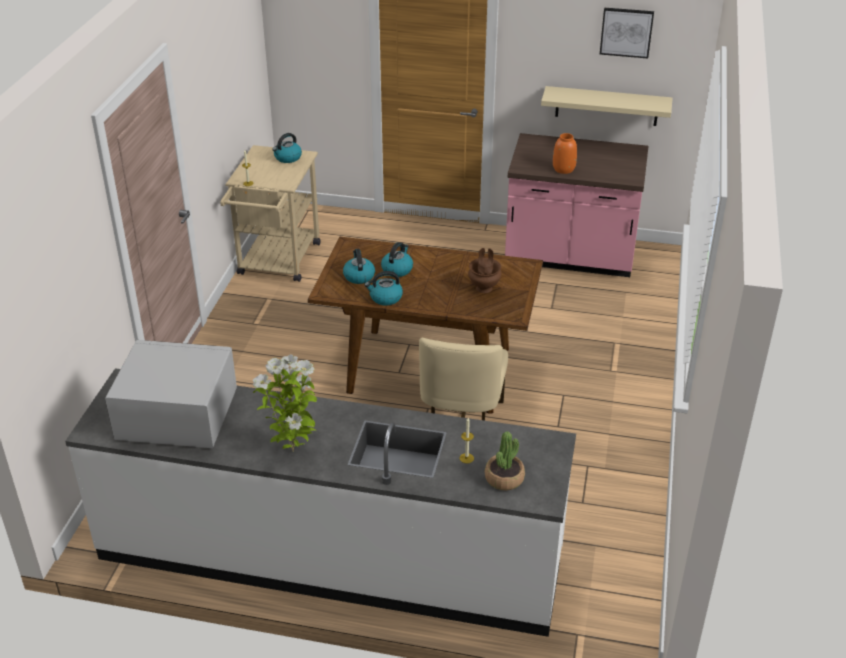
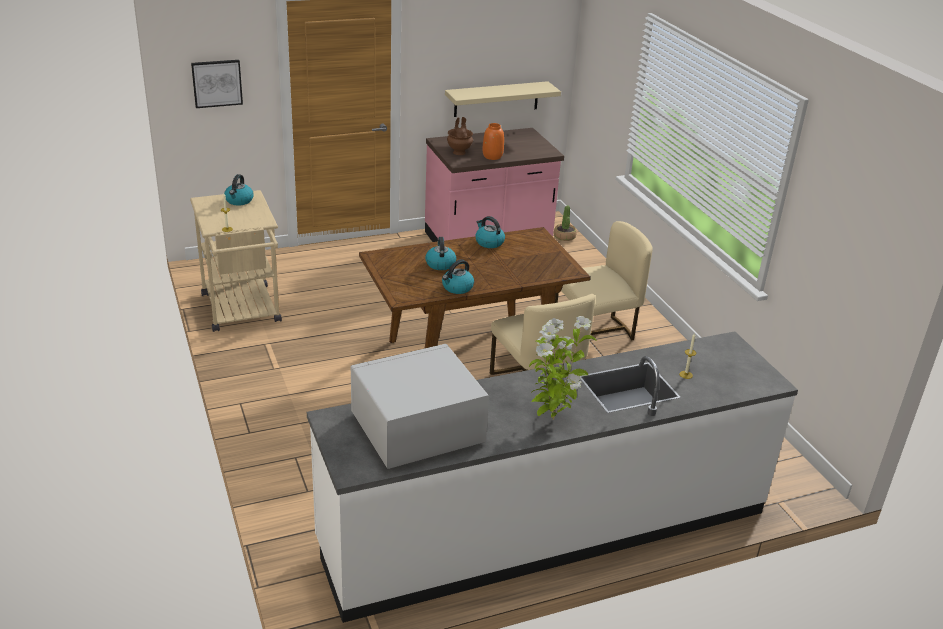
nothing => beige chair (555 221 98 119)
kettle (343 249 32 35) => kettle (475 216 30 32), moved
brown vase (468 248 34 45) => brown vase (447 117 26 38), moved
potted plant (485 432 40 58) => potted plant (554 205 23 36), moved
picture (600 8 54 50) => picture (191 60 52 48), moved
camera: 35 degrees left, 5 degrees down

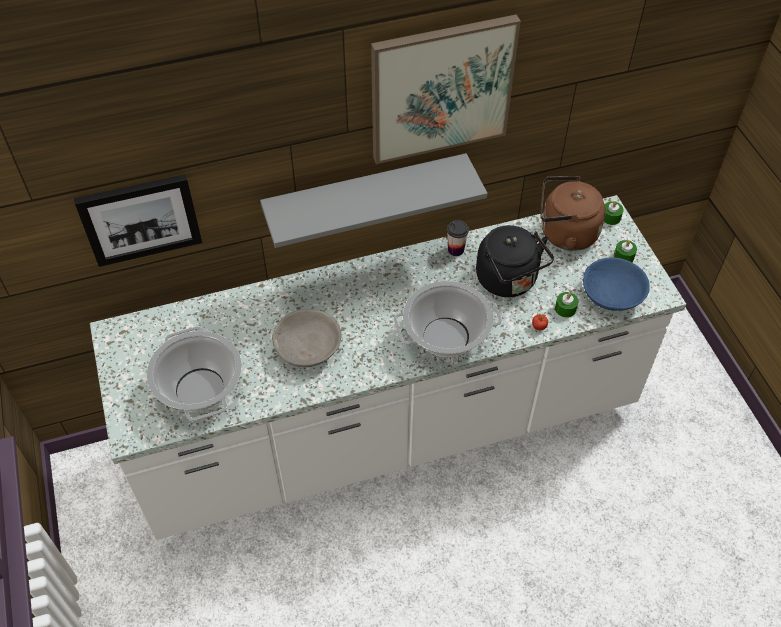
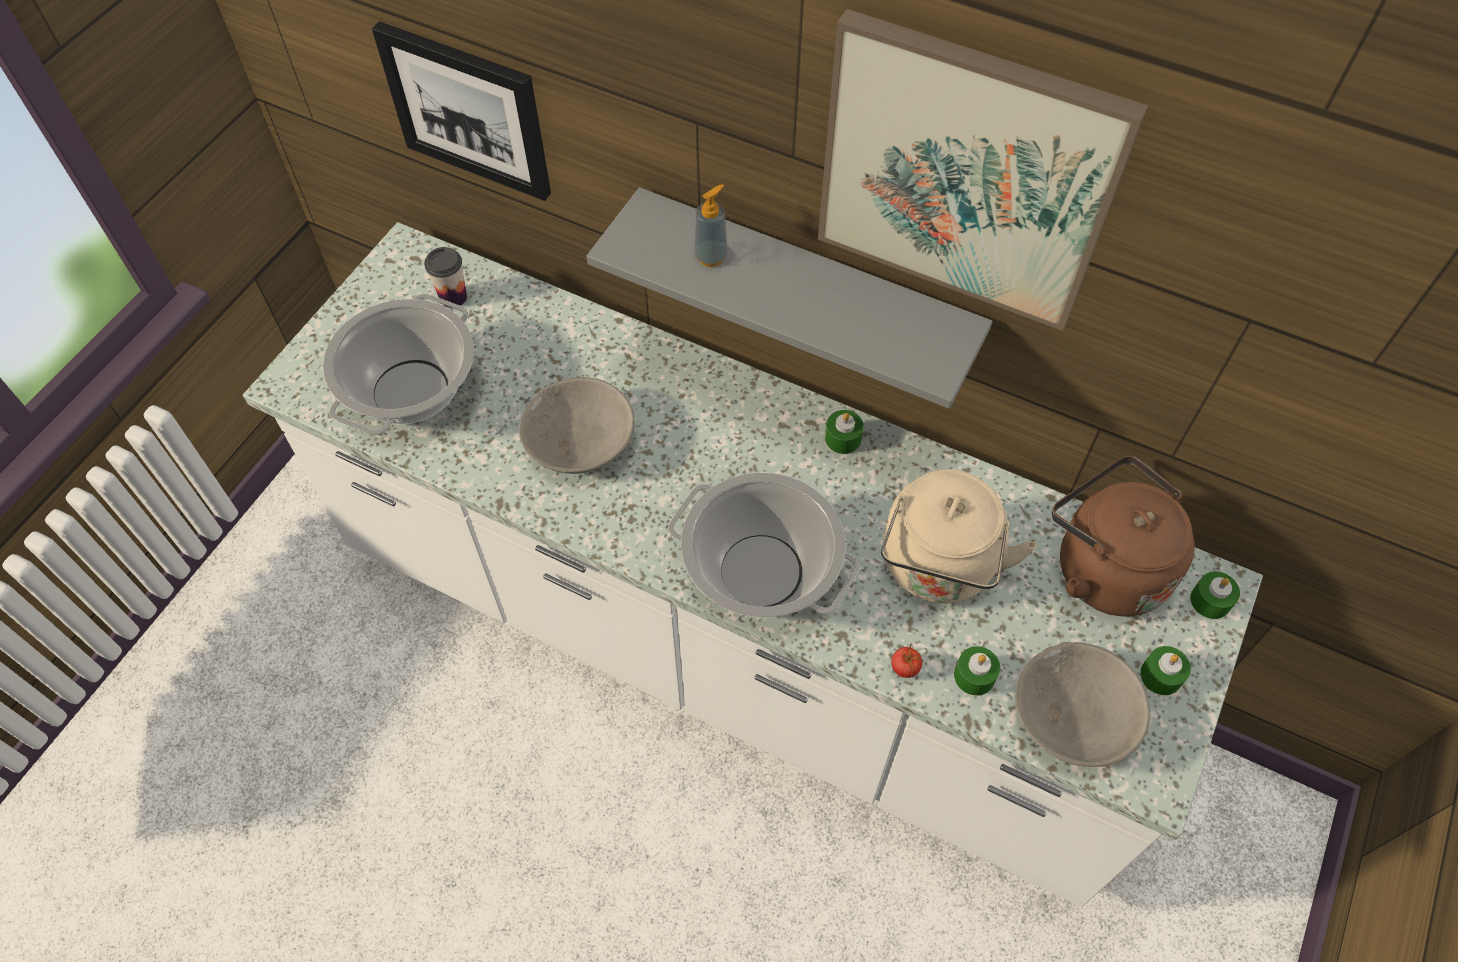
nothing => soap dispenser (694 184 34 83)
nothing => green candle (825 410 39 44)
cup (447 220 22 36) => cup (424 247 43 61), moved
black kettle (476 225 78 72) => beige kettle (881 470 156 134)
blue bowl (583 257 67 54) => grey bowl (1015 642 135 125)
camera: 45 degrees right, 5 degrees up

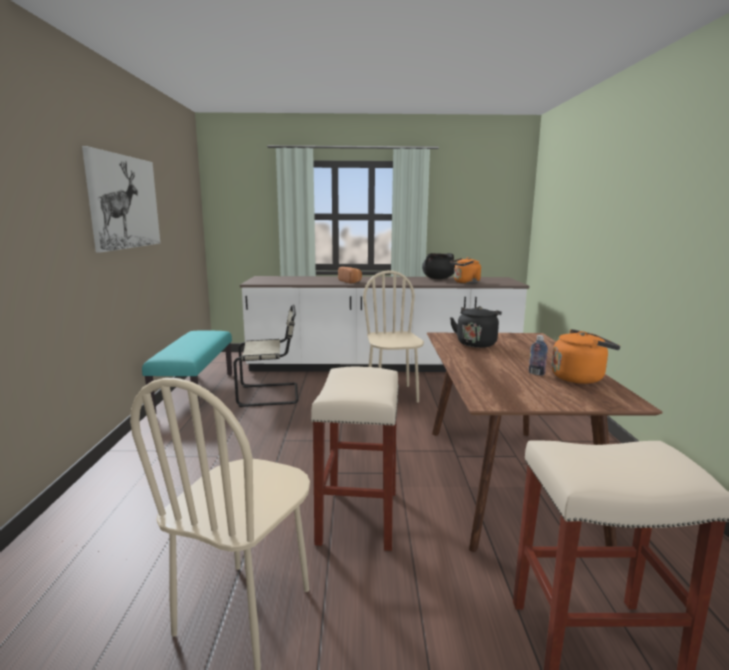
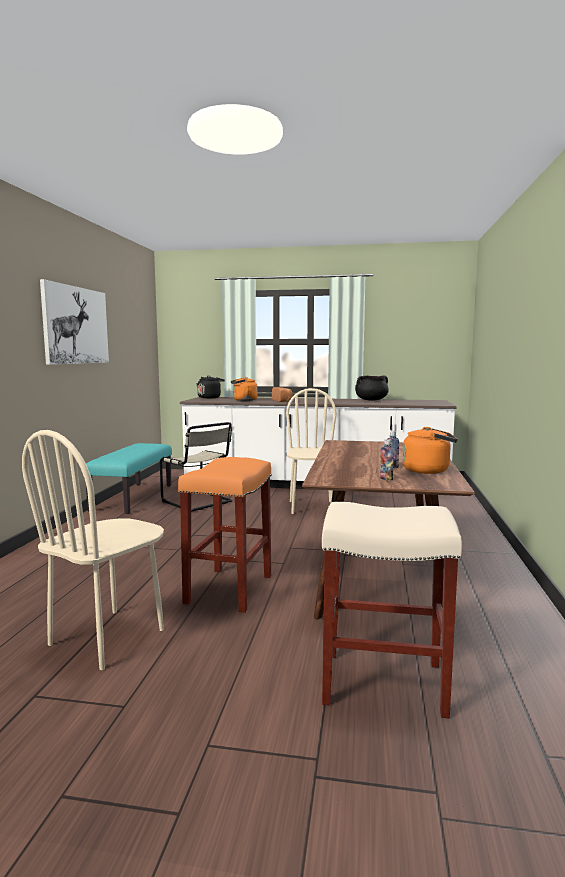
nothing => bottle (380 440 14 41)
orange kettle (450 257 31 27) => orange kettle (231 377 27 24), moved
black kettle (450 306 52 42) => black kettle (196 376 29 23), moved
beige stool (310 367 89 184) => orange stool (178 457 94 156)
beige chair (233 305 65 102) => beige chair (160 422 72 89), 45 degrees clockwise
camera: 10 degrees right, 5 degrees down

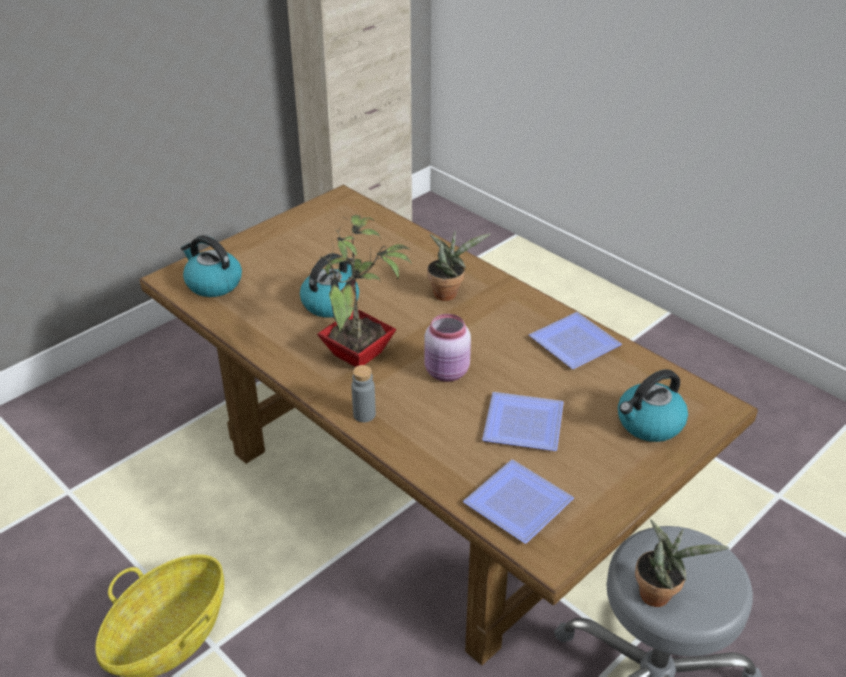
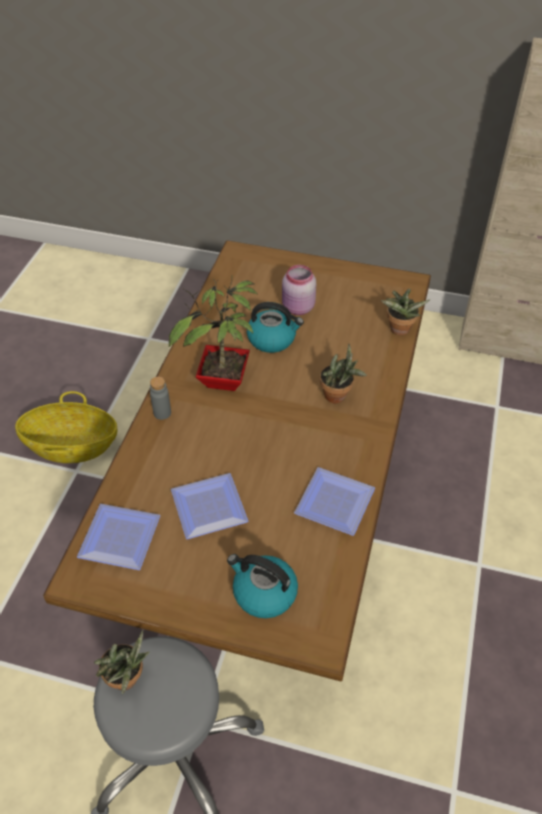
kettle (181 235 61 62) => nothing
nothing => potted plant (381 289 49 46)
pink jar (424 314 47 68) => pink jar (282 265 34 50), moved
camera: 60 degrees right, 10 degrees up

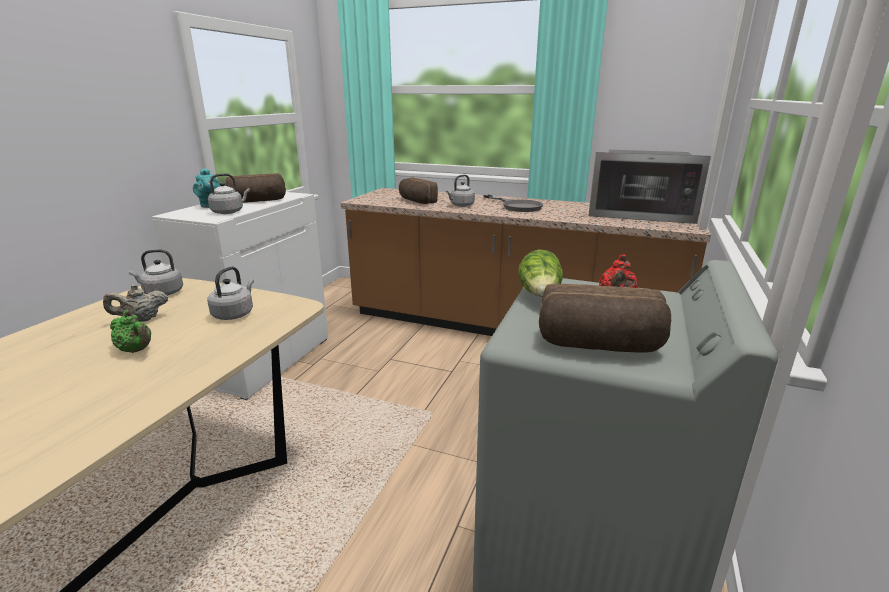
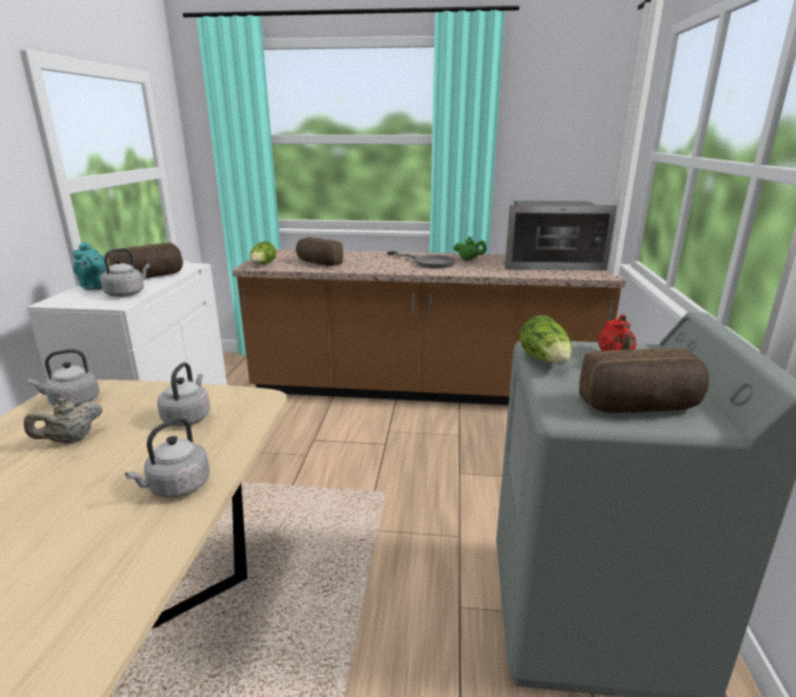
nothing => lettuce (250 241 27 23)
green teapot (110 310 41 43) => green teapot (454 236 32 24), moved
grey kettle (446 175 29 32) => grey kettle (125 417 85 81), moved
camera: 15 degrees left, 0 degrees up

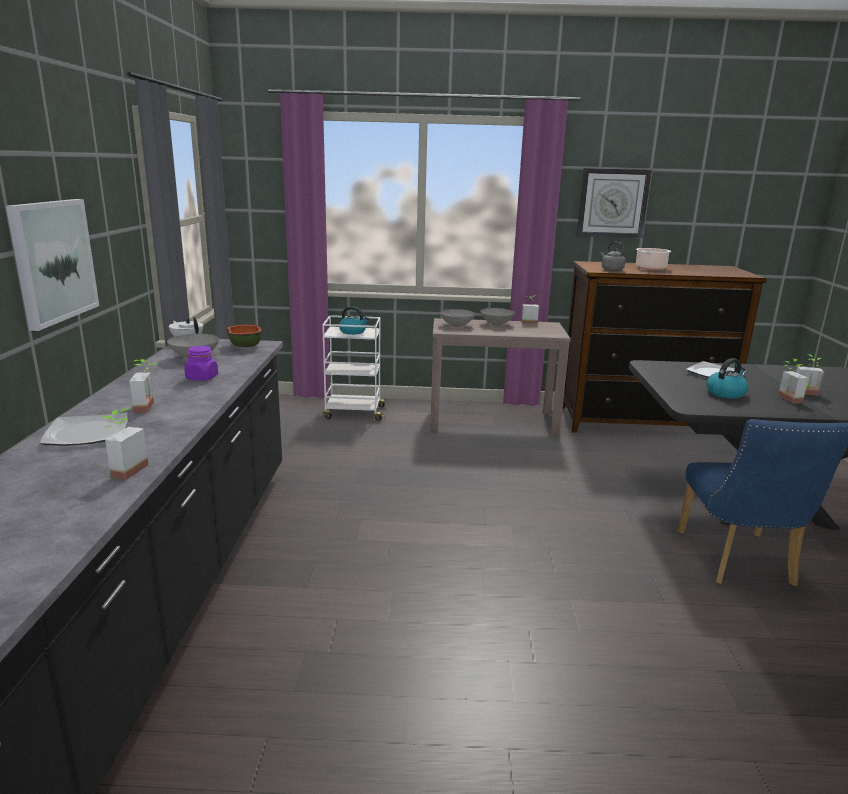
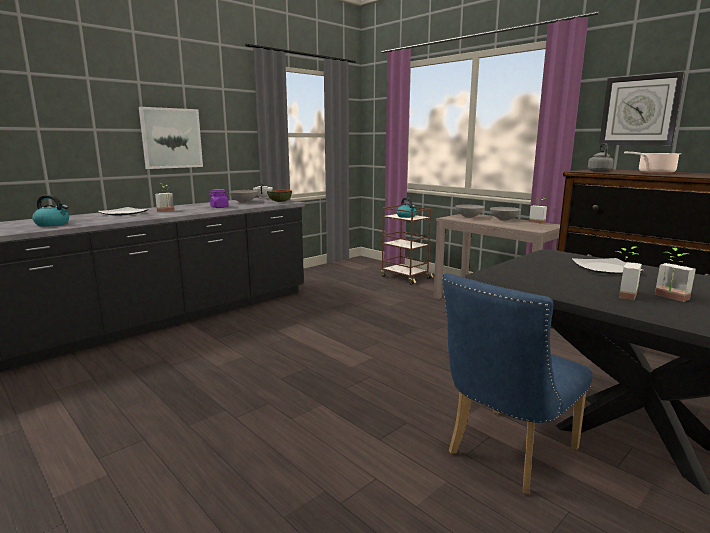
potted plant (103 408 45 72) => nothing
kettle (706 358 42 41) => kettle (32 195 37 32), moved
white cart (322 315 66 106) => brown cart (381 205 52 80)
camera: 45 degrees right, 5 degrees down

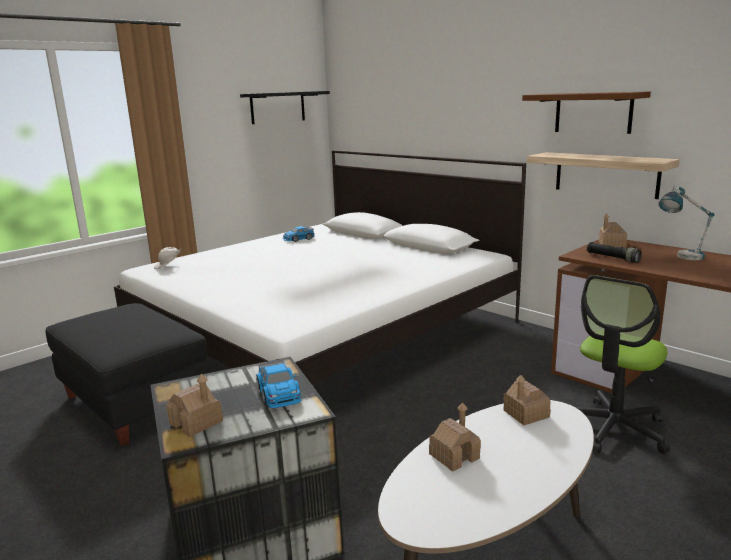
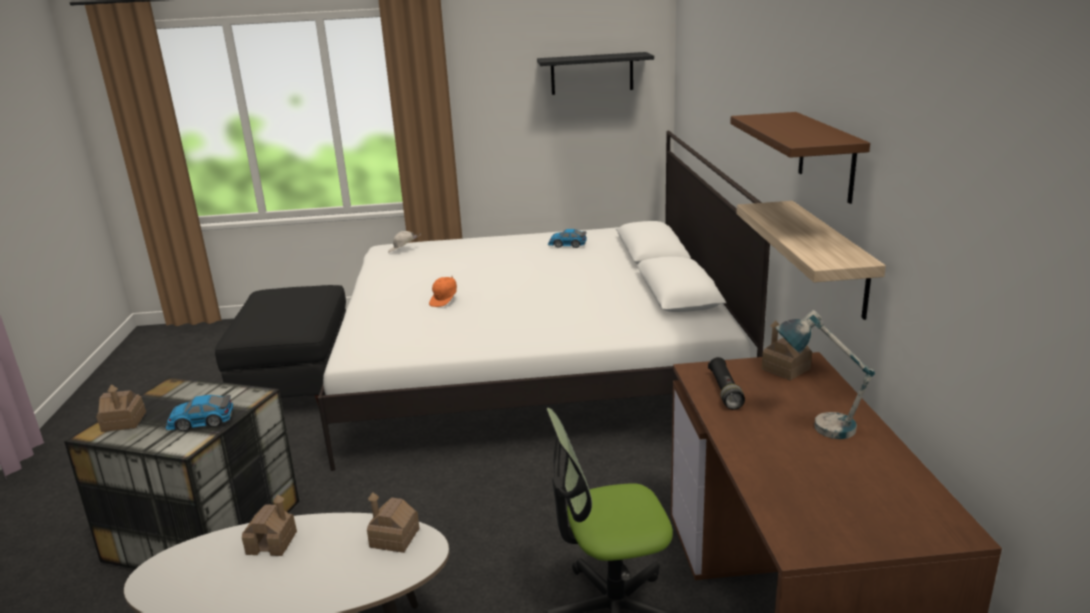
nothing => orange cap (429 277 28 30)
toy car (256 360 45 48) => toy car (166 395 67 36), 60 degrees clockwise
camera: 40 degrees right, 5 degrees up

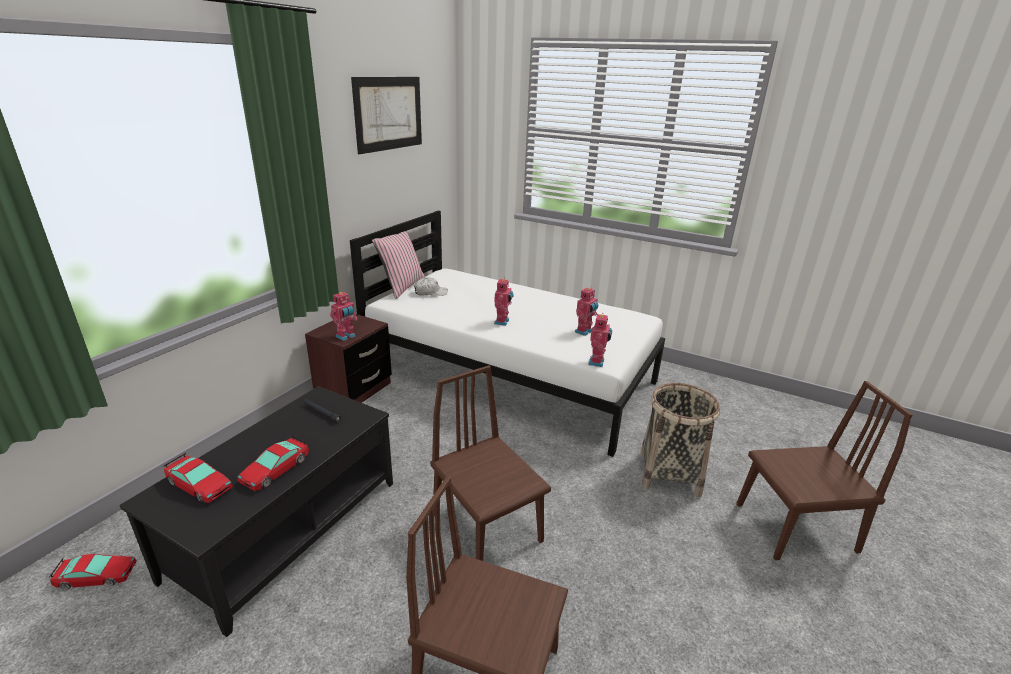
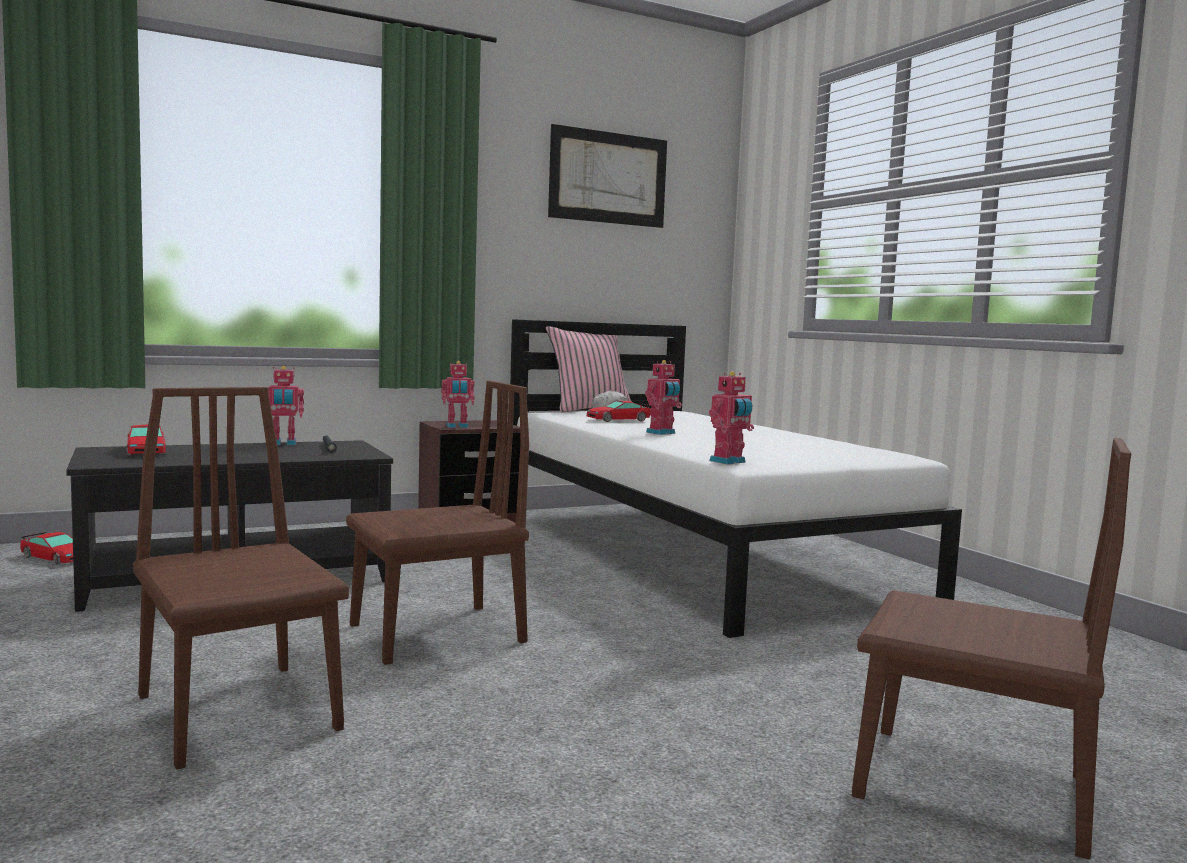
basket (640 383 80 115) => nothing
toy car (238 435 71 56) => toy car (587 401 64 21), moved
toy robot (575 287 23 49) => toy robot (268 366 36 79), moved
brown chair (430 365 121 196) => brown chair (346 380 183 285), 60 degrees clockwise
camera: 35 degrees right, 20 degrees down

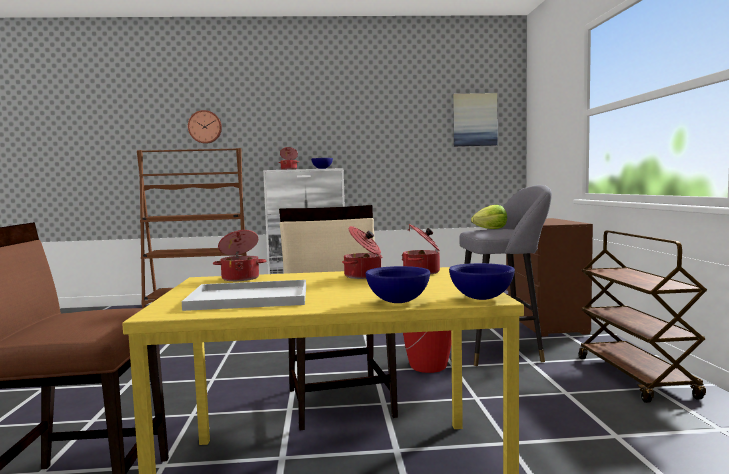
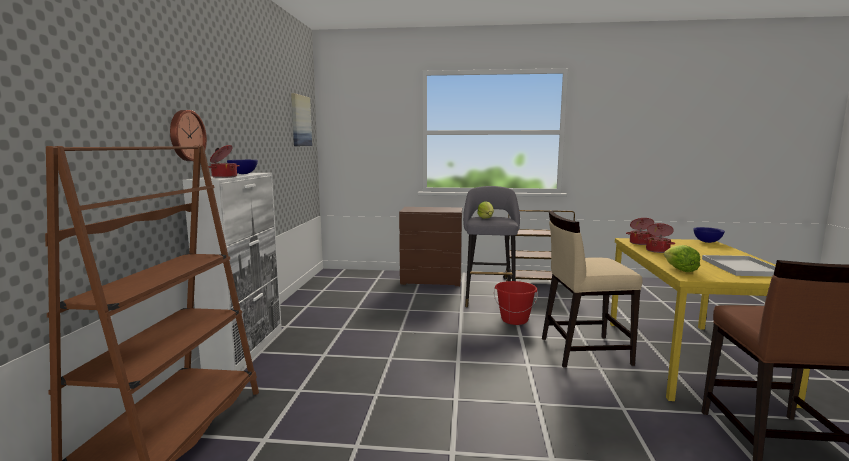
blue bowl (365 266 65 37) => nothing
wall clock (188 110 34 34) => wall clock (170 110 37 51), moved
cooking pot (213 230 53 51) => lettuce (664 245 36 27)
camera: 80 degrees left, 5 degrees up

